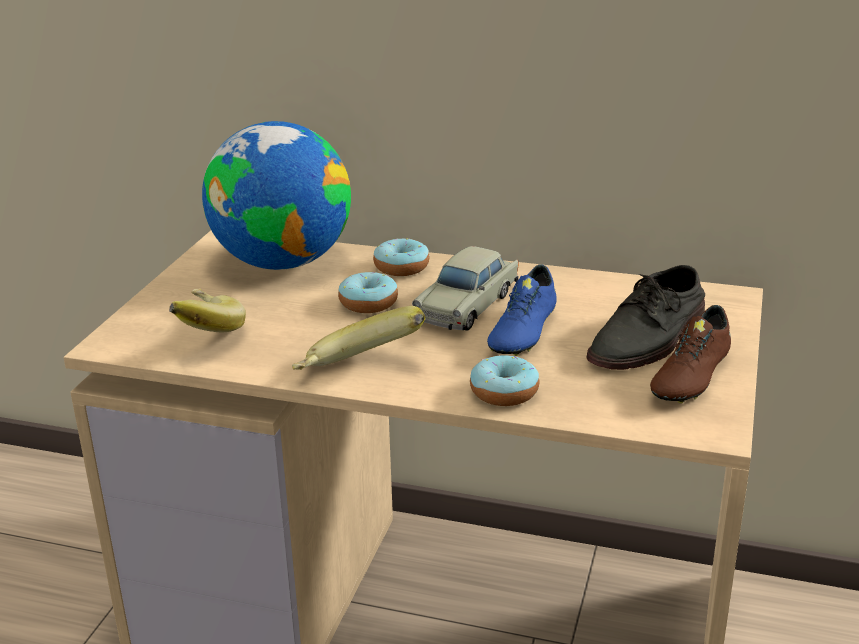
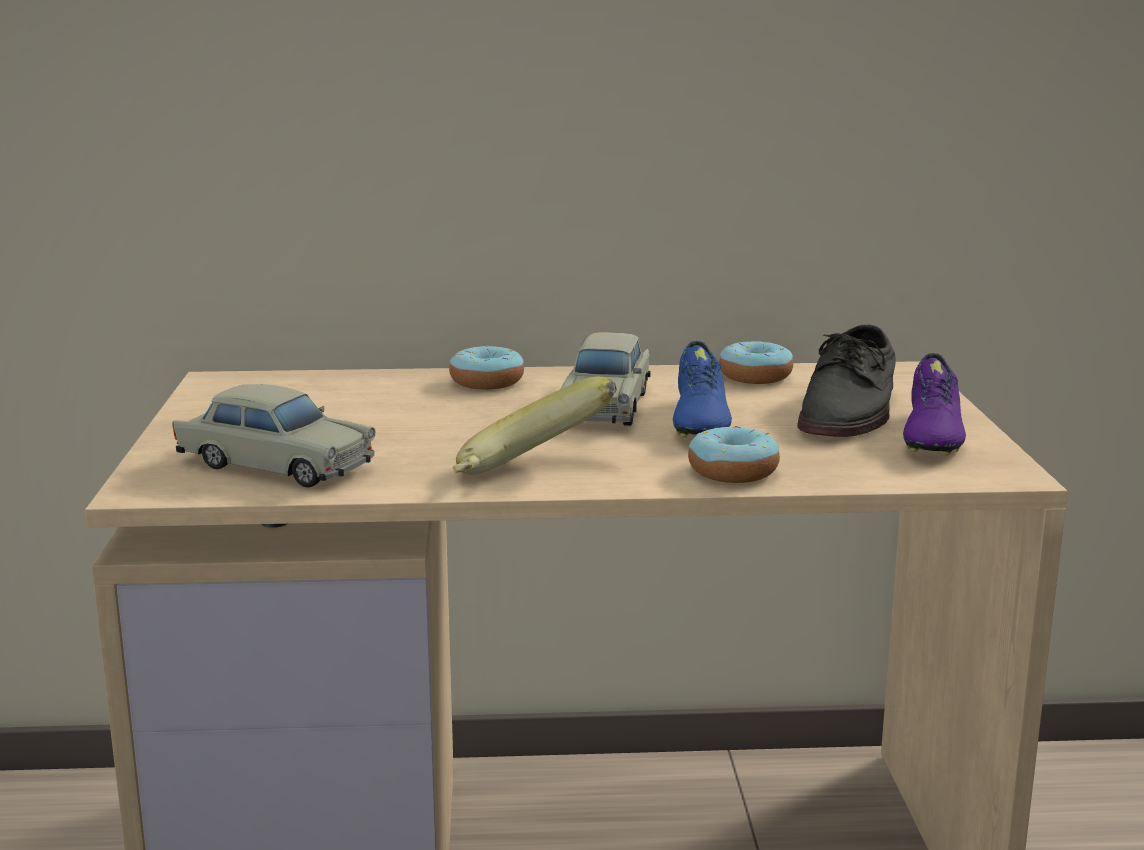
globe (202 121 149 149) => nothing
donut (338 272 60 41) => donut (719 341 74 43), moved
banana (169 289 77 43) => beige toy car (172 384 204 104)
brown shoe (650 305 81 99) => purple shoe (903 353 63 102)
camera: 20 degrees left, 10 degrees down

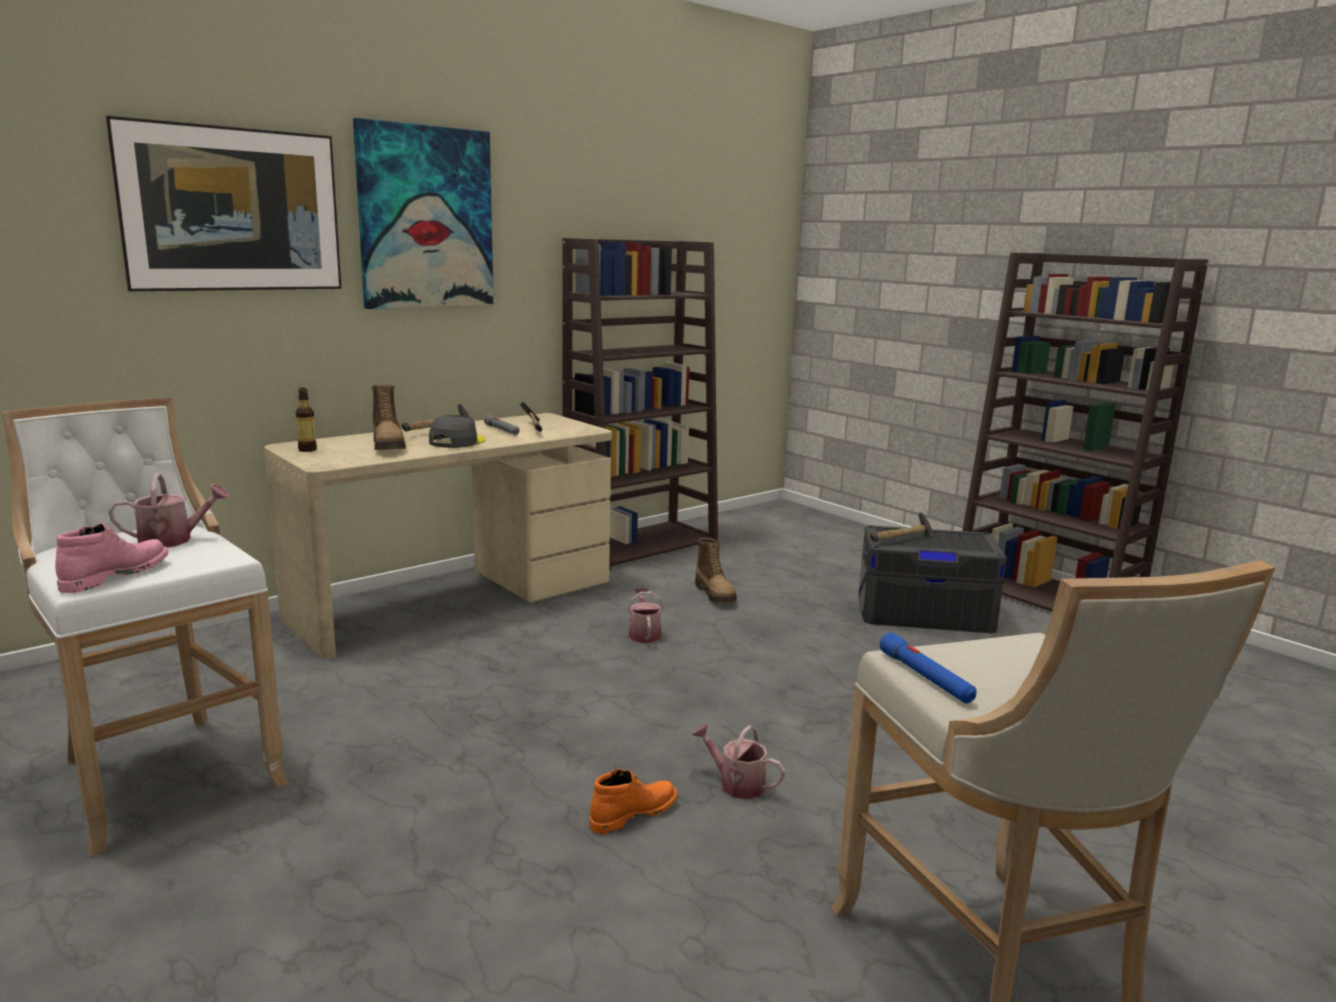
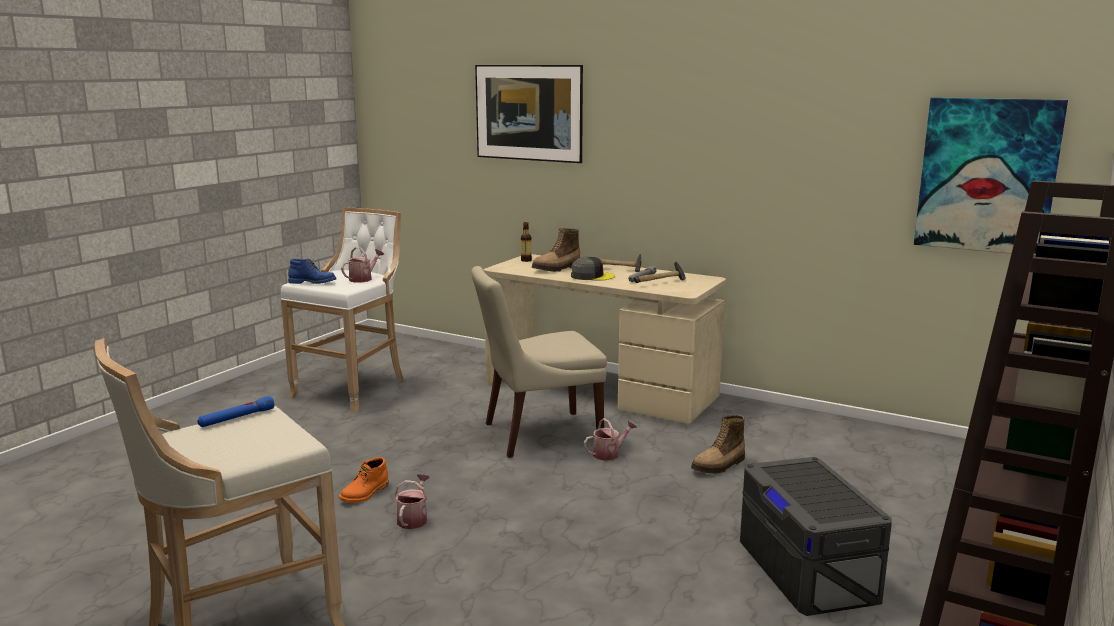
brown bookcase (562 238 156 333) => nothing
hammer (870 512 64 30) => nothing
nothing => beige chair (471 266 136 192)
picture (353 118 140 191) => picture (914 97 154 158), moved
pink boot (55 523 113 70) => blue boot (288 258 48 26)
watering can (108 473 122 74) => watering can (341 247 43 35), 105 degrees counterclockwise
orange boot (589 769 89 65) => orange boot (339 457 50 46), 90 degrees clockwise
camera: 70 degrees right, 0 degrees up

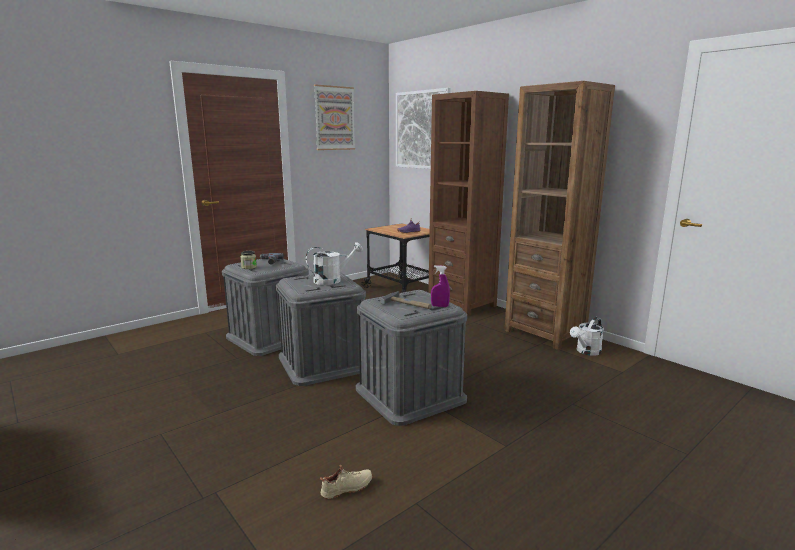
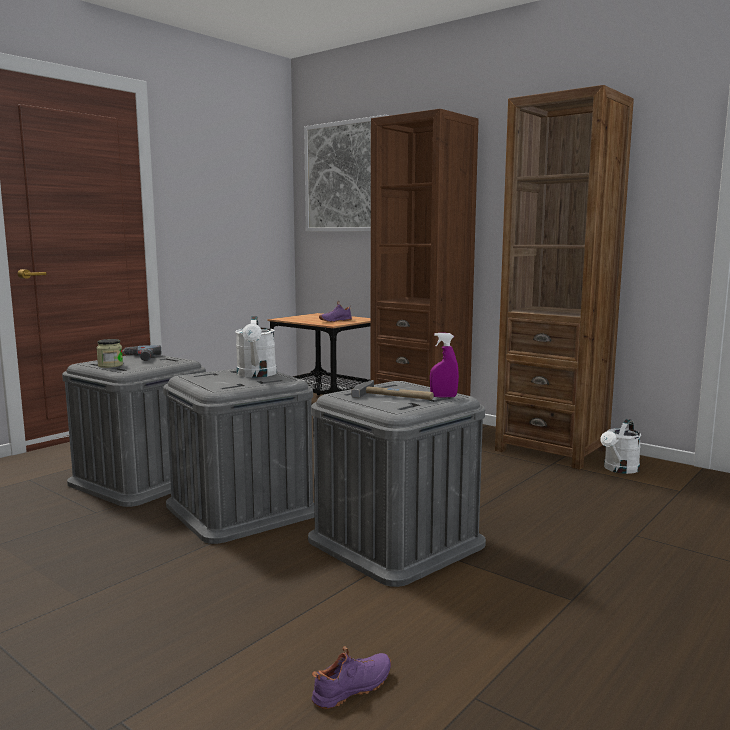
picture (314 84 41 66) => nothing
beige shoe (320 465 53 34) => purple shoe (312 647 79 62)
white watering can (306 242 57 43) => white watering can (235 316 42 61), 120 degrees clockwise
camera: 10 degrees left, 5 degrees down

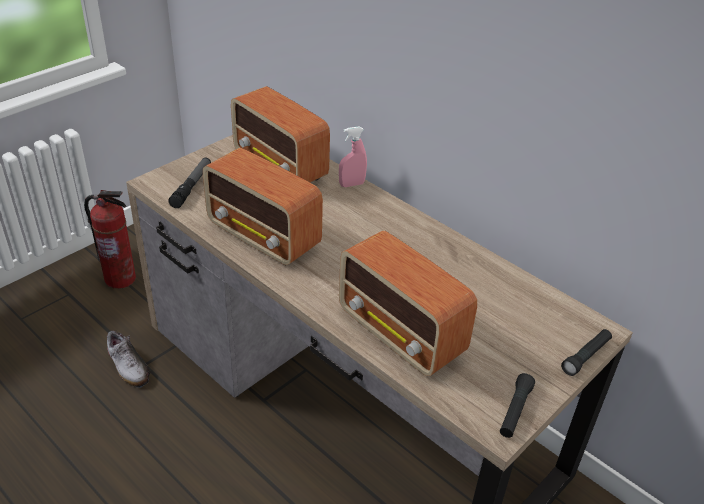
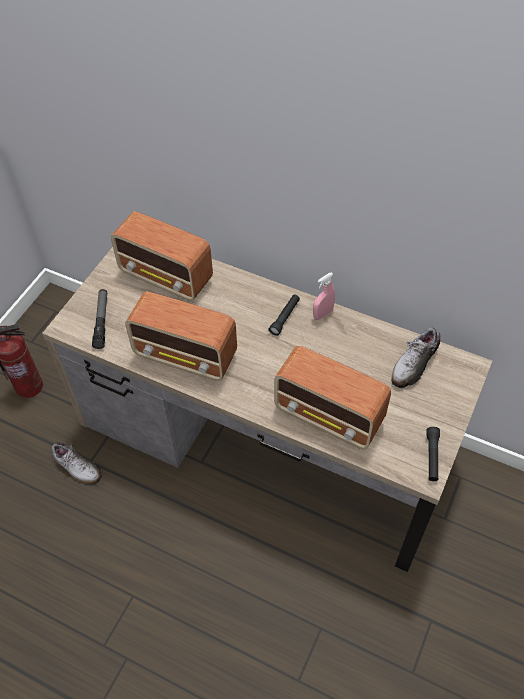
nothing => shoe (391 328 50 60)
pink spray bottle (339 126 28 61) => pink spray bottle (313 272 22 48), moved
black flashlight (561 329 51 47) => black flashlight (269 295 31 41), moved
camera: 15 degrees left, 15 degrees up

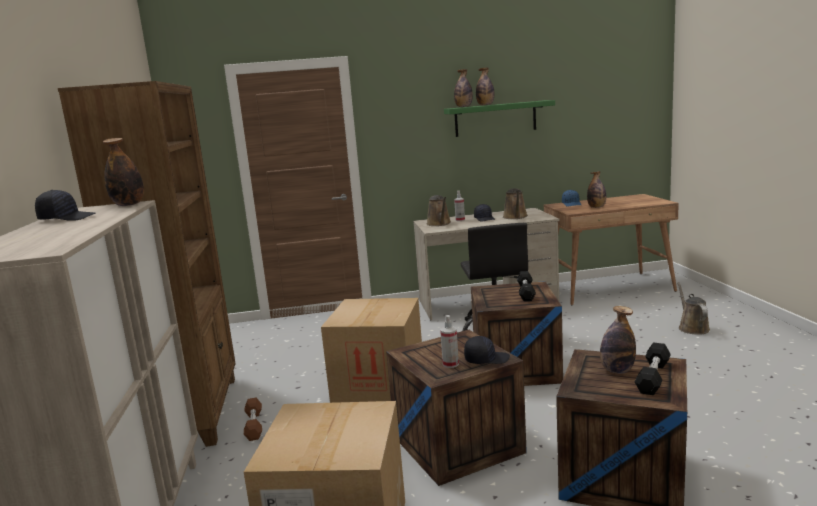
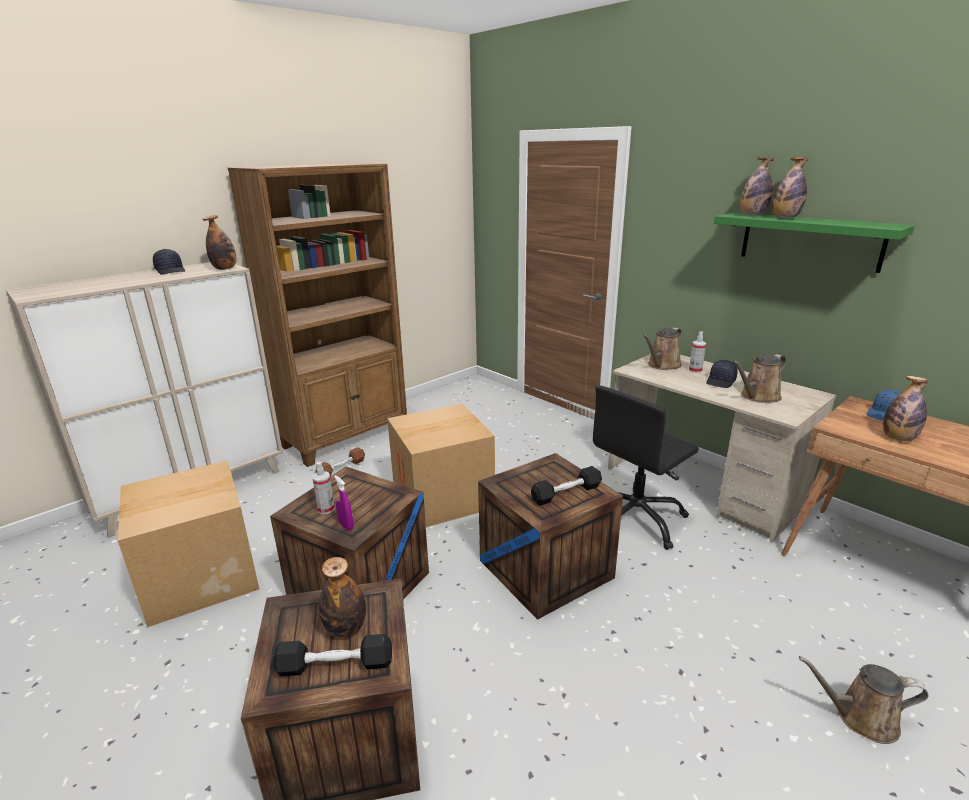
black cap (464 336 46 28) => purple spray bottle (334 475 20 56)
brown watering can (677 282 33 53) => brown watering can (799 656 130 88), 135 degrees counterclockwise
camera: 55 degrees right, 10 degrees up

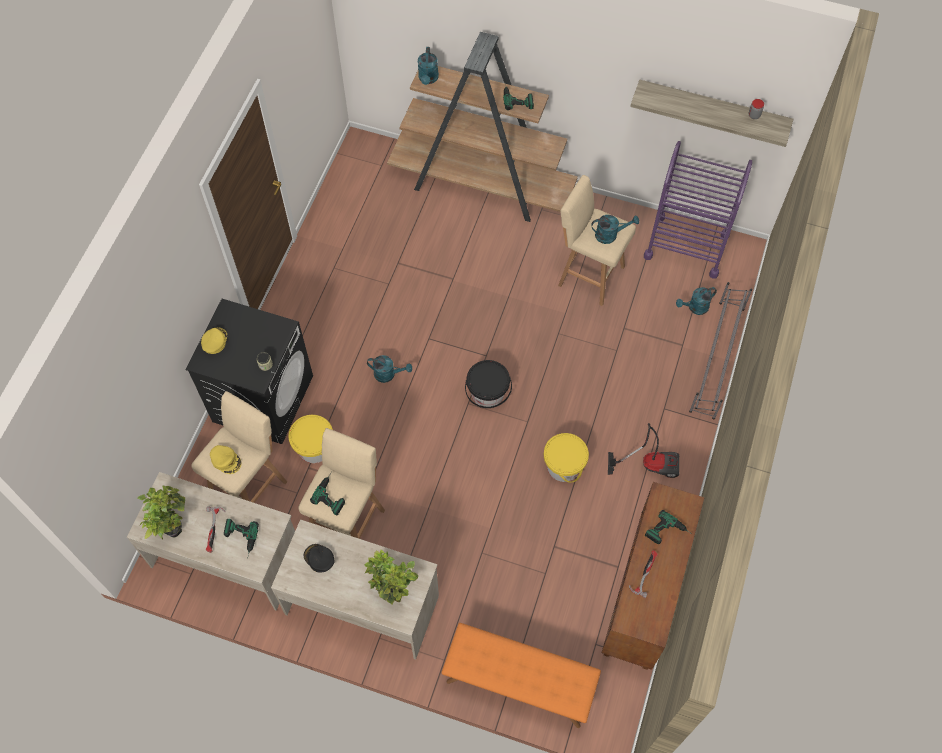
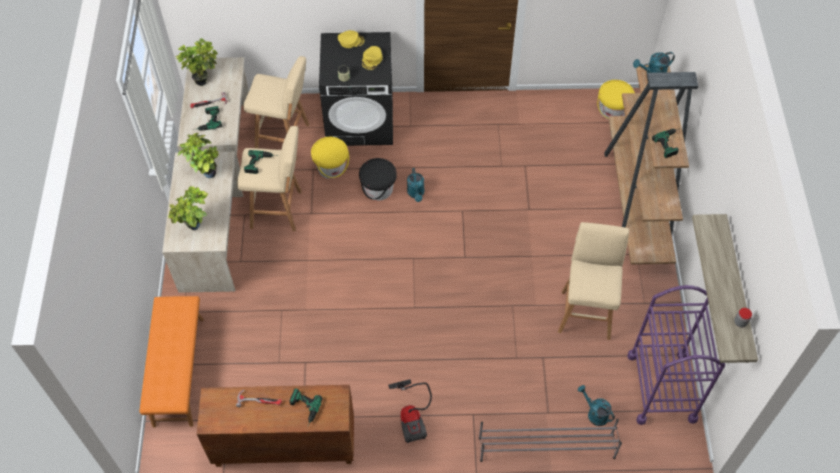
turquoise watering can (591 215 48 29) => nothing
yellow cap (210 445 31 29) => yellow cap (362 46 21 24), moved
black bucket (465 360 47 48) => black bucket (359 158 38 43), moved
yellow bucket (544 433 45 50) => yellow bucket (597 80 38 40), moved
black cap (304 544 30 29) => potted plant (178 133 41 45)
camera: 70 degrees right, 5 degrees down

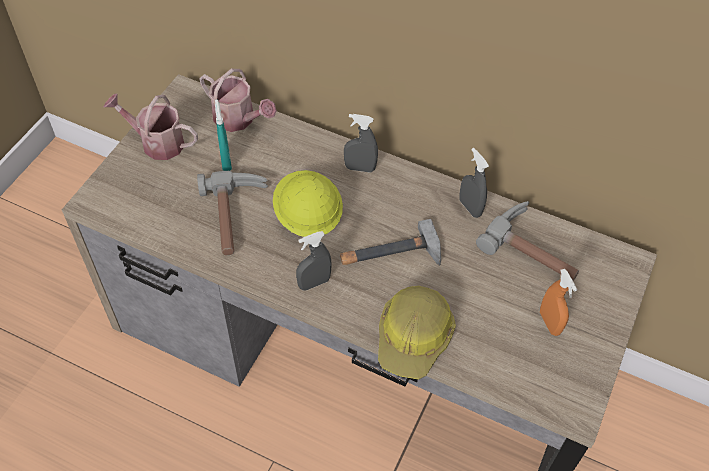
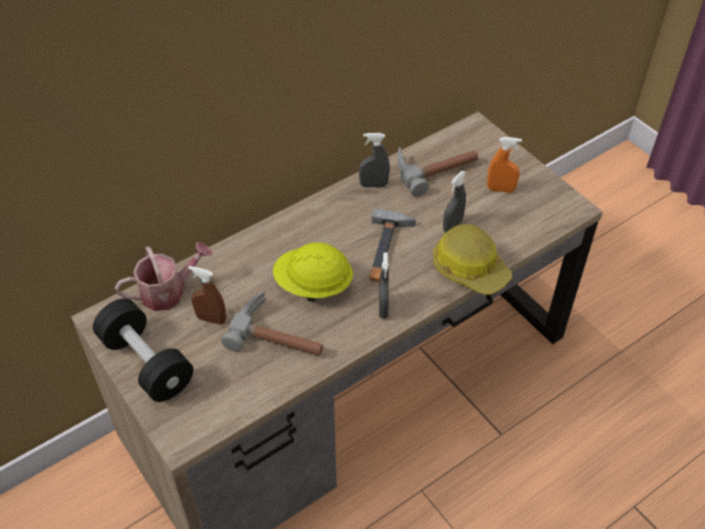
grey spray bottle (344 114 34 59) => grey spray bottle (443 171 23 61), moved
watering can (104 94 94 66) => black dumbbell (93 299 100 103)
turquoise spray bottle (215 100 17 71) => brown spray bottle (189 266 37 59)
camera: 60 degrees left, 5 degrees down

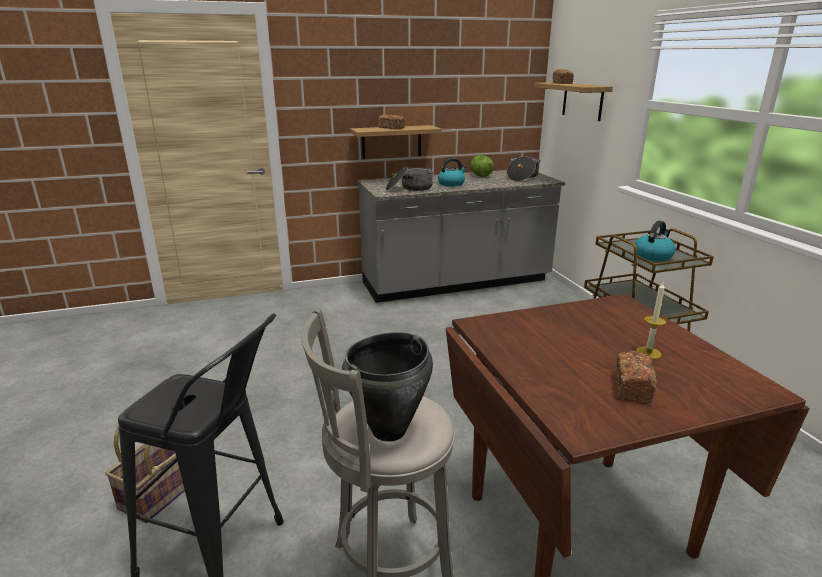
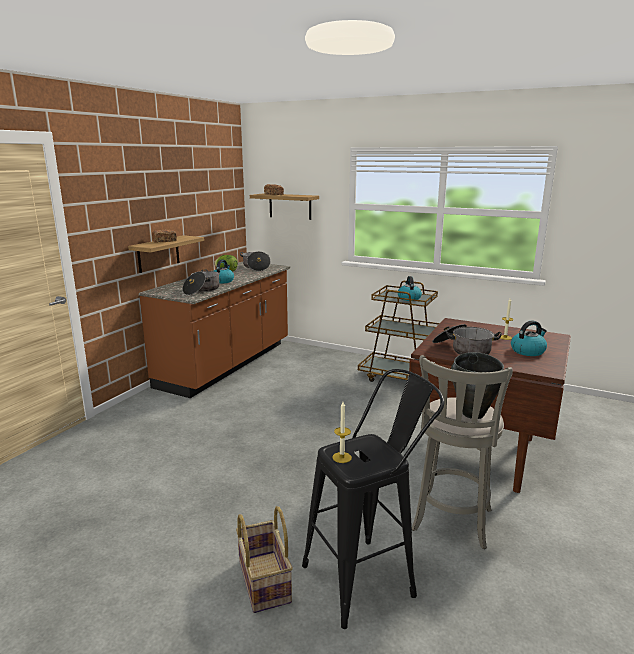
nothing => candle (332 402 20 61)
nothing => cooking pot (432 324 70 31)
bread (616 350 41 54) => kettle (511 320 36 36)
grey counter (357 170 208 133) => brown counter (139 262 151 136)
camera: 45 degrees left, 5 degrees down

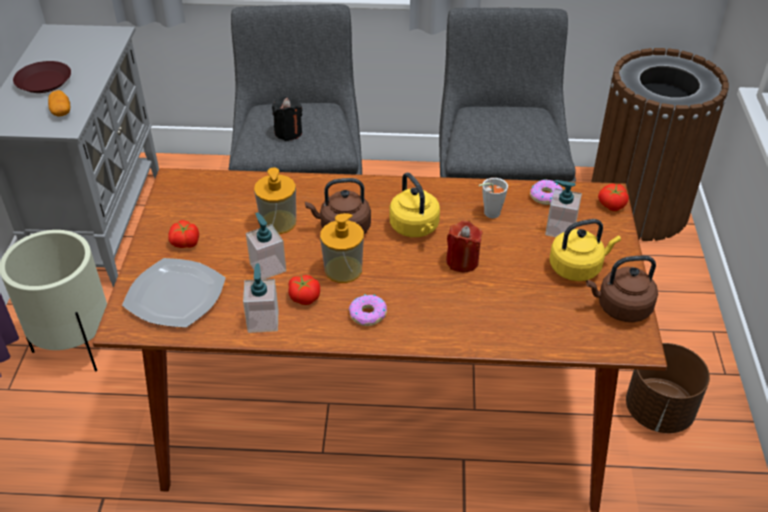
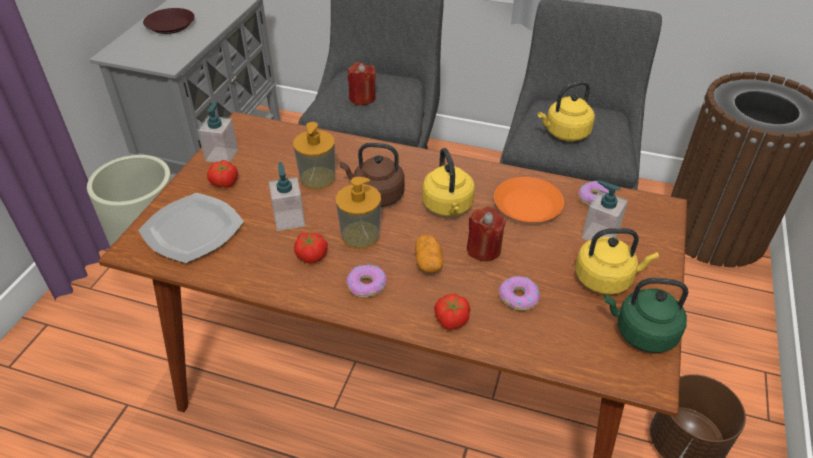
nothing => donut (498 276 42 35)
nothing => yellow kettle (538 81 57 60)
potato (48 90 22 27) => potato (415 234 28 39), moved
soap dispenser (243 263 35 70) => soap dispenser (198 101 40 61), moved
tomato (598 183 31 28) => tomato (434 294 36 36), moved
grey cup (479 178 29 40) => orange plate (494 177 70 46)
black candle (272 97 30 44) => red candle (348 62 28 43)
brown kettle (586 256 72 66) => green kettle (604 278 84 75)
camera: 15 degrees right, 0 degrees up

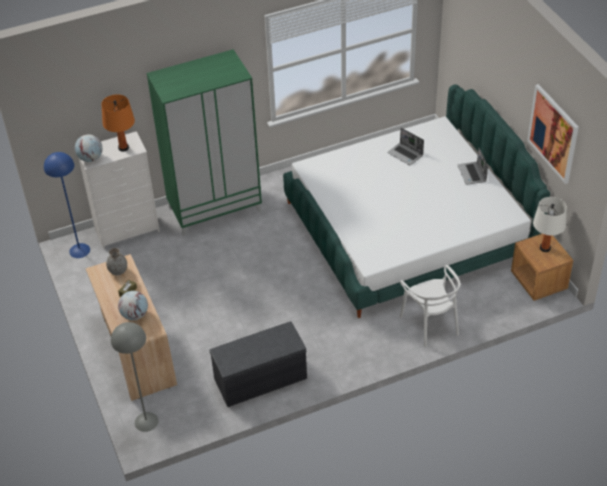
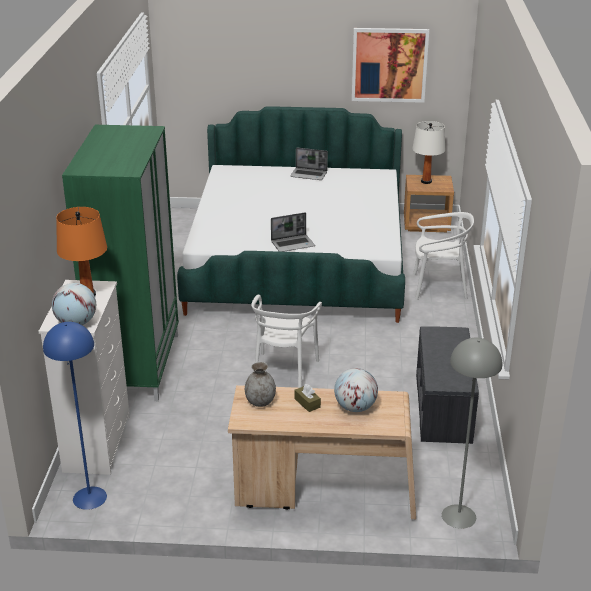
nothing => white chair (251 295 71 93)
laptop (387 128 37 37) => laptop (271 212 44 40), moved
camera: 65 degrees left, 15 degrees down

